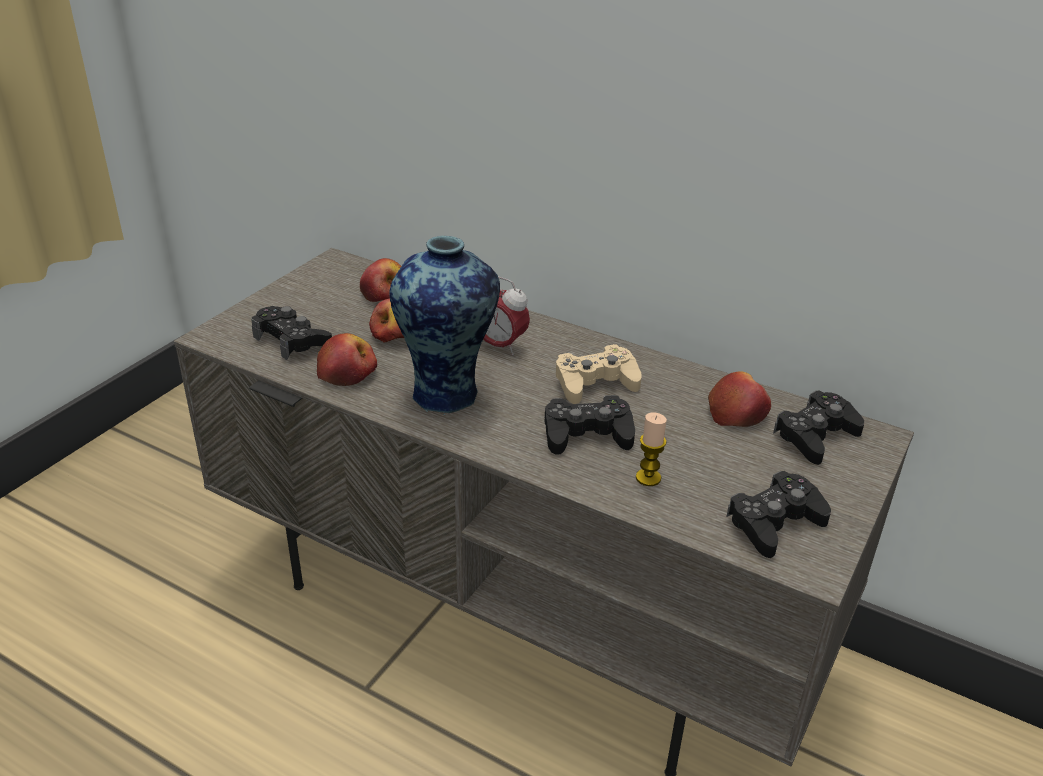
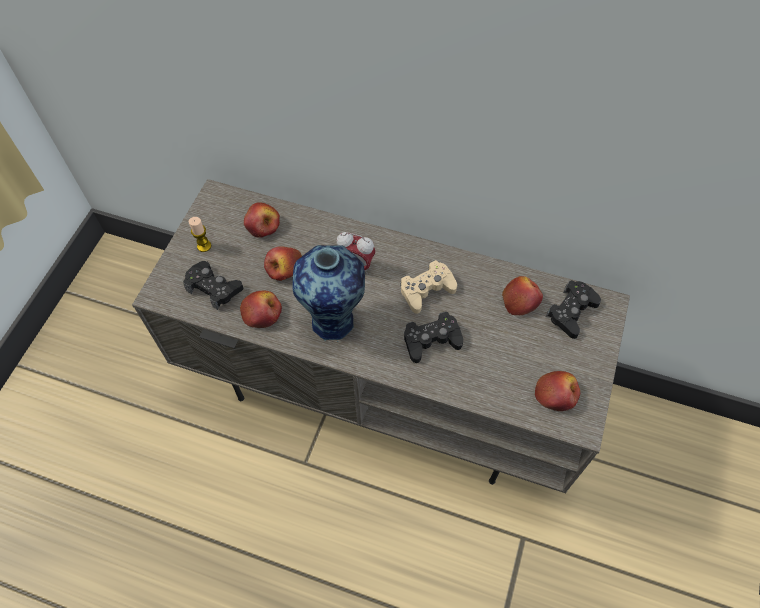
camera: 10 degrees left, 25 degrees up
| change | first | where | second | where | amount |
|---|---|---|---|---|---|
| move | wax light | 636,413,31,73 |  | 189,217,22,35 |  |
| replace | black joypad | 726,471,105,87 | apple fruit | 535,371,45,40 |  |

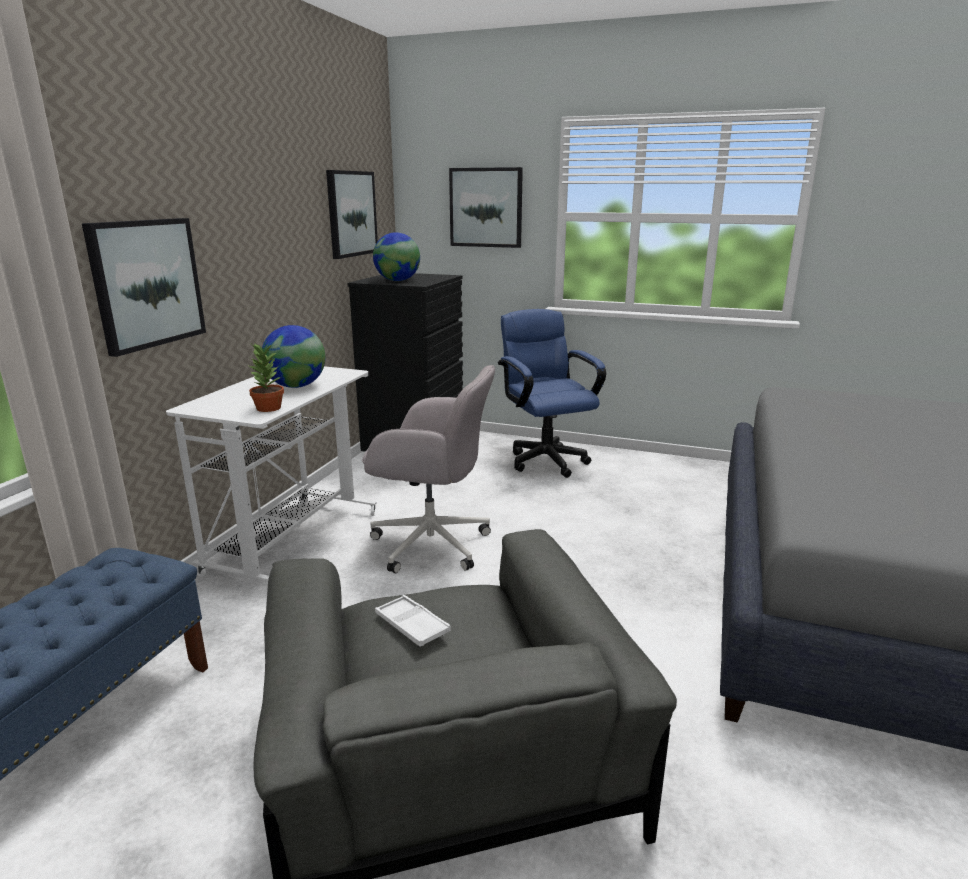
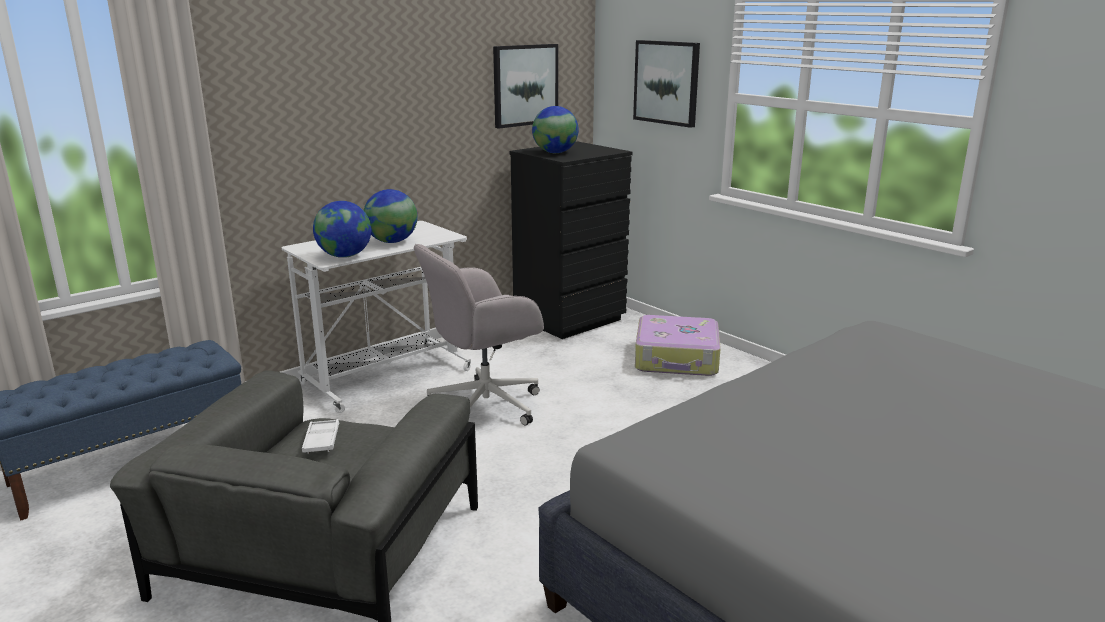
camera: 30 degrees right, 0 degrees up
| change | first | where | second | where | amount |
|---|---|---|---|---|---|
| delete | picture | 82,218,124,139 |  |  |  |
| replace | blue office chair | 498,309,108,169 | suitcase | 635,315,86,61 |  |
| replace | houseplant | 249,344,35,68 | world globe | 313,201,58,57 |  |
| rotate | greyish office chair | 362,365,133,208 |  | 414,244,130,181 | 105 degrees clockwise |

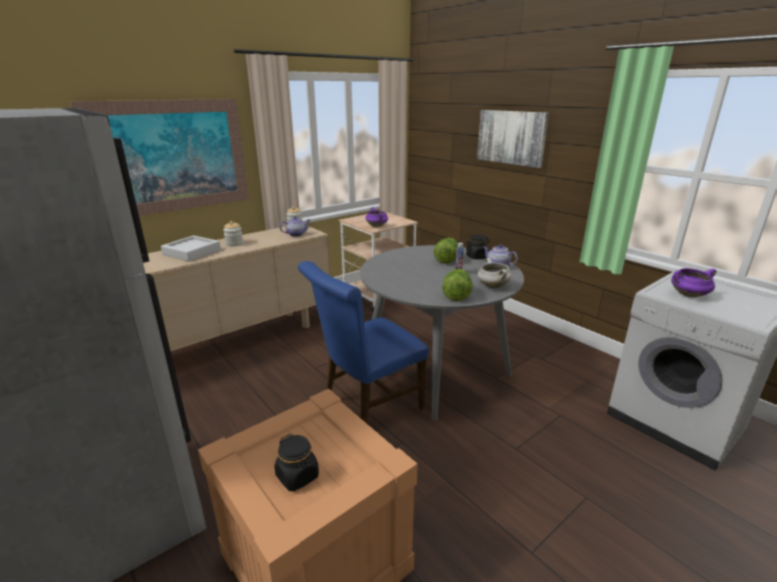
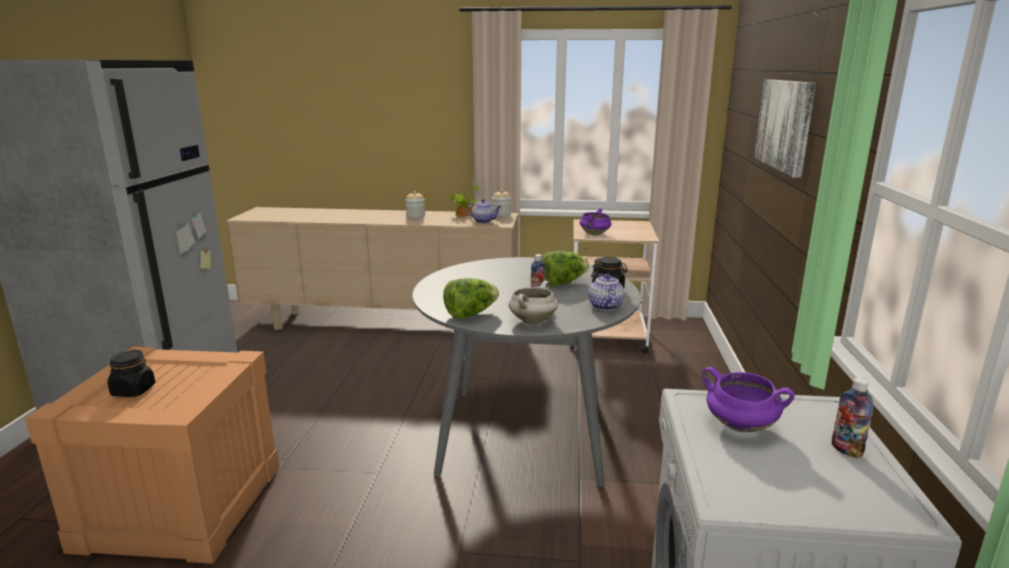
camera: 45 degrees right, 5 degrees down
| change | first | where | second | where | amount |
|---|---|---|---|---|---|
| delete | picture | 70,99,179,117 |  |  |  |
| delete | greyish serving tray | 161,235,60,26 |  |  |  |
| delete | blue plain chair | 298,261,131,162 |  |  |  |
| insert |  |  | houseplant | 446,178,35,39 |  |
| insert |  |  | drink bottle | 832,378,41,80 |  |

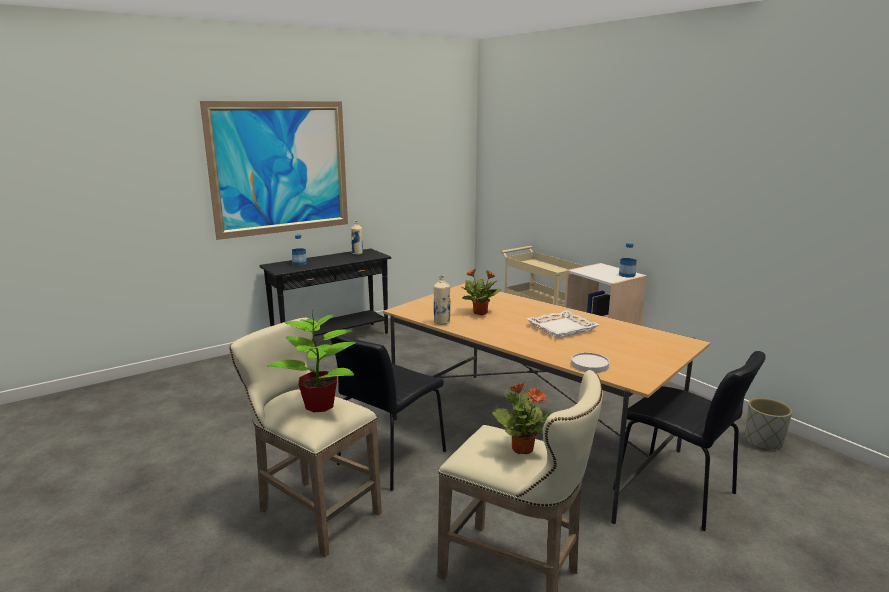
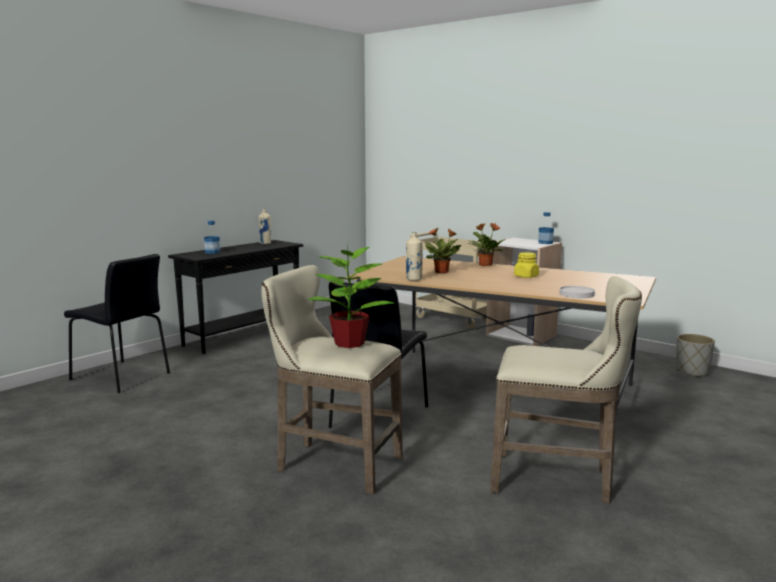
camera: 15 degrees left, 5 degrees down
| change | first | where | second | where | amount |
|---|---|---|---|---|---|
| delete | picture | 200,101,148,139 |  |  |  |
| replace | whitish serving tray | 527,310,72,28 | yellow-coloured jar | 514,252,25,26 |  |
| move | black plain chair | 613,351,153,180 |  | 64,254,106,139 |  |
| move | houseplant | 492,382,59,72 |  | 469,223,37,43 |  |

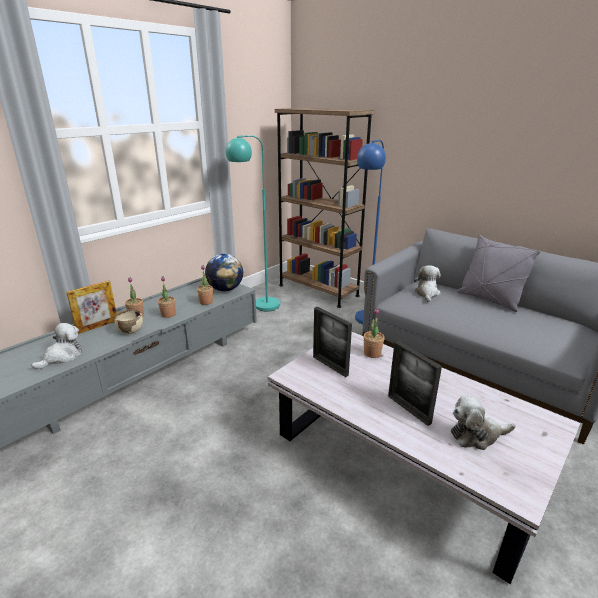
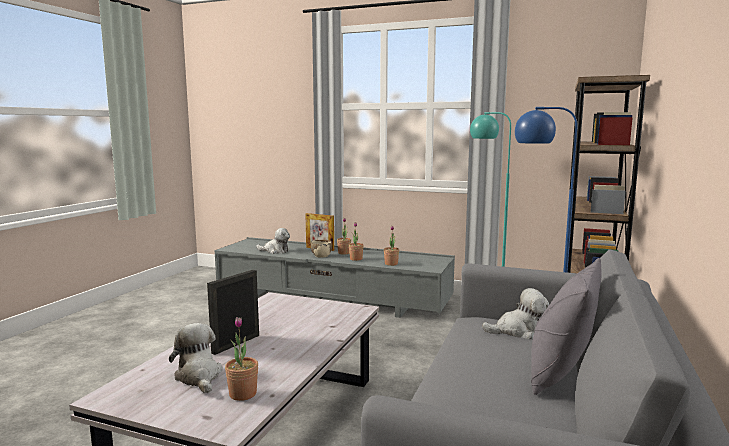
camera: 70 degrees right, 15 degrees down
| change | first | where | second | where | amount |
|---|---|---|---|---|---|
| delete | world globe | 205,254,38,37 |  |  |  |
| delete | picture frame | 313,306,39,71 |  |  |  |
| move | houseplant | 364,308,20,50 |  | 225,317,33,84 |  |

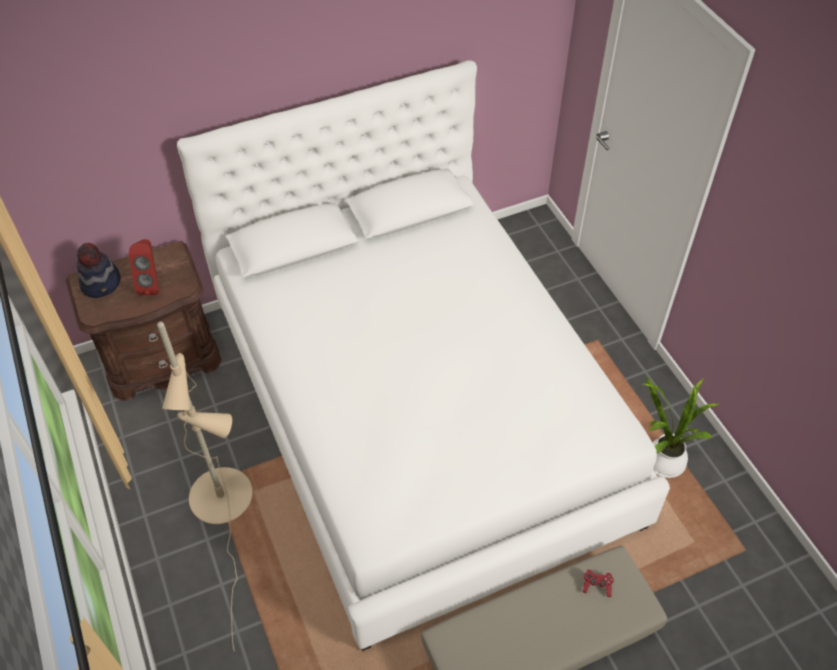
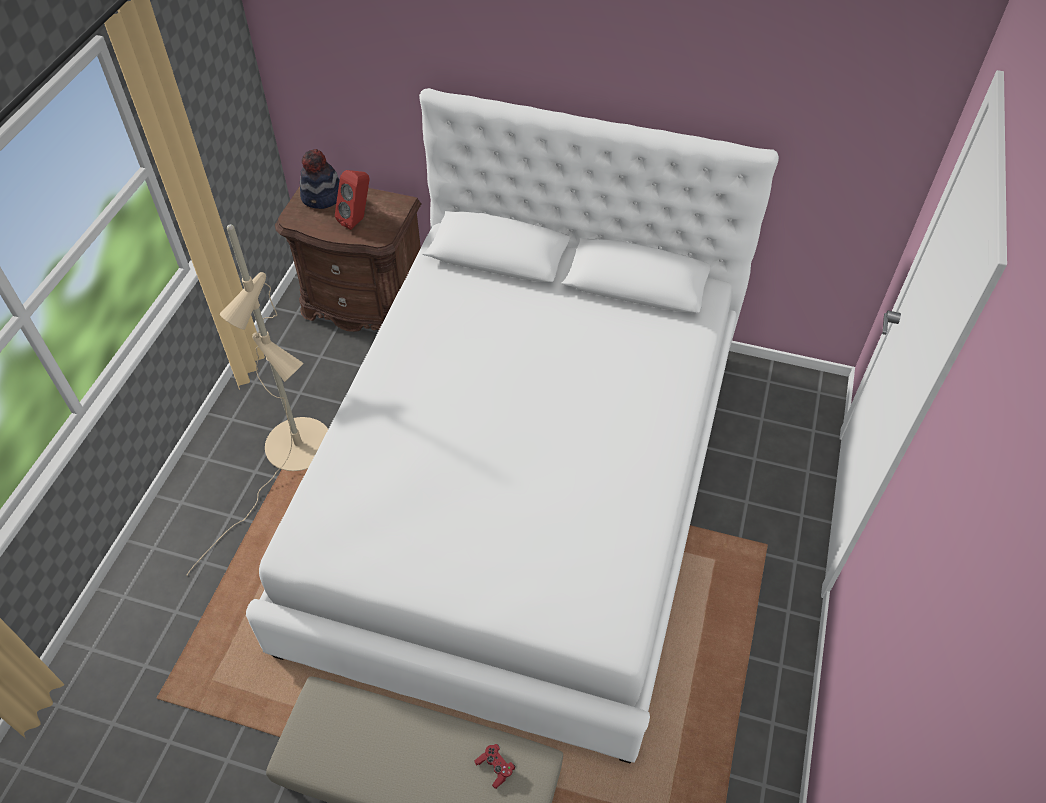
camera: 40 degrees right, 0 degrees up
| change | first | where | second | where | amount |
|---|---|---|---|---|---|
| delete | houseplant | 643,376,76,102 |  |  |  |

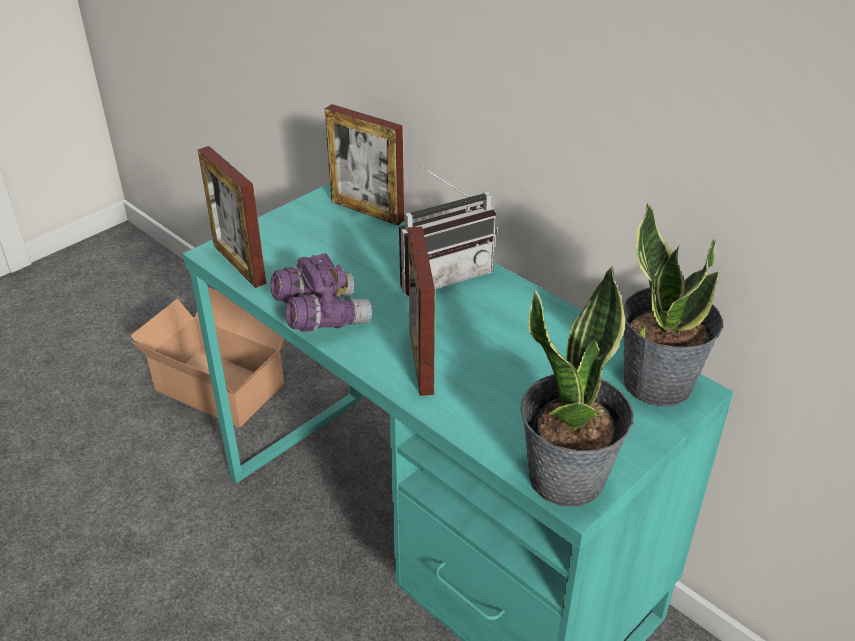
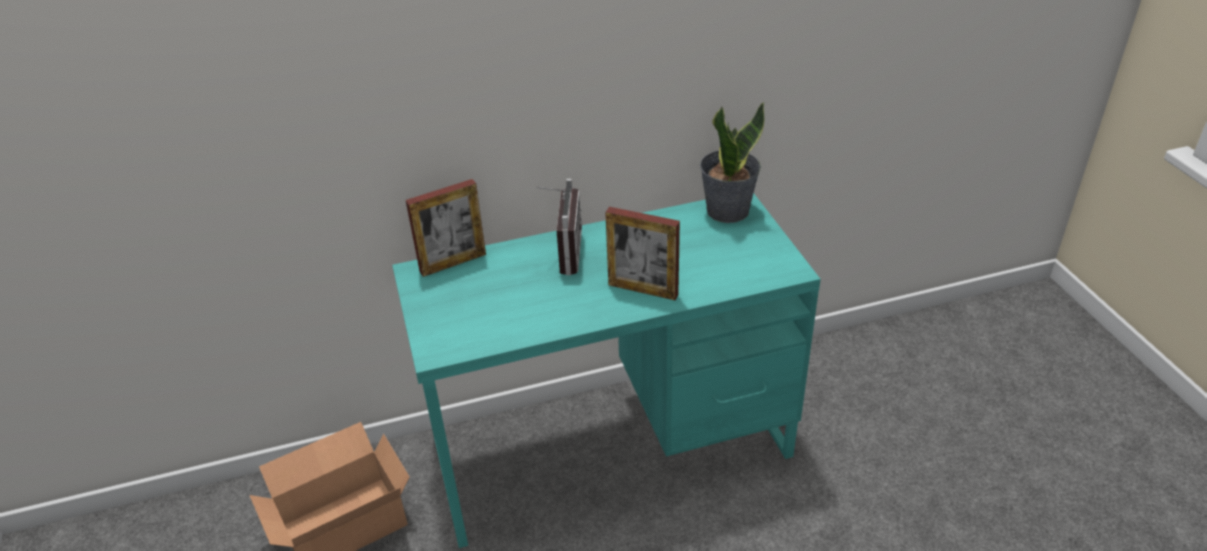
camera: 60 degrees left, 0 degrees up
| change | first | where | second | where | amount |
|---|---|---|---|---|---|
| delete | picture frame | 198,146,68,142 |  |  |  |
| delete | purple-coloured pair of binoculars | 270,253,102,79 |  |  |  |
| delete | houseplant | 520,266,114,241 |  |  |  |

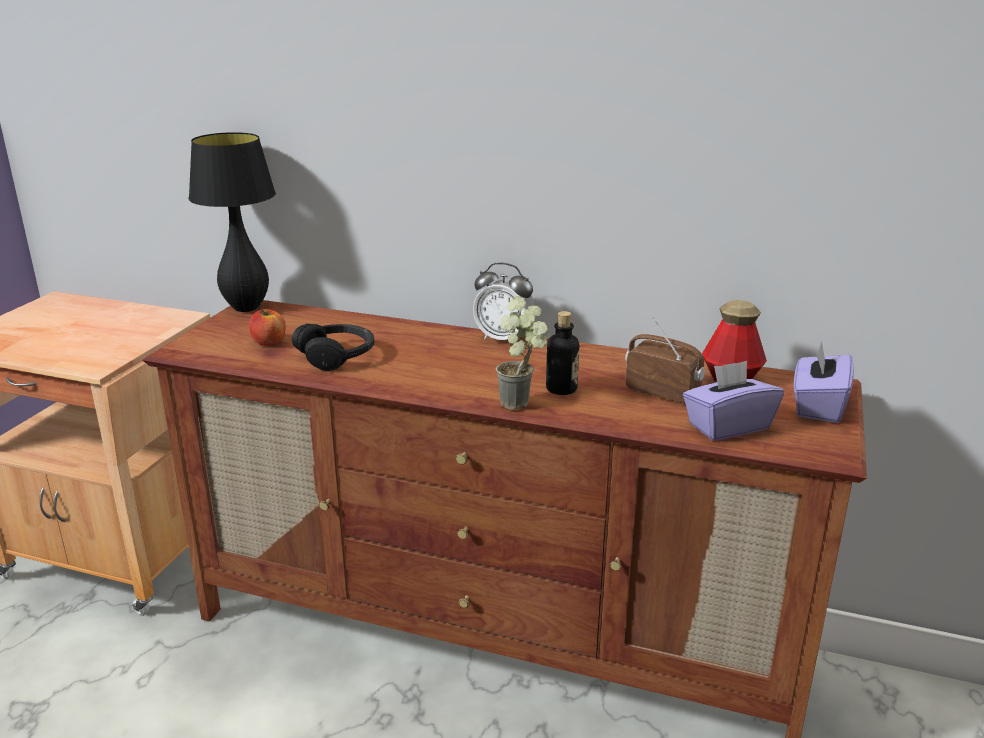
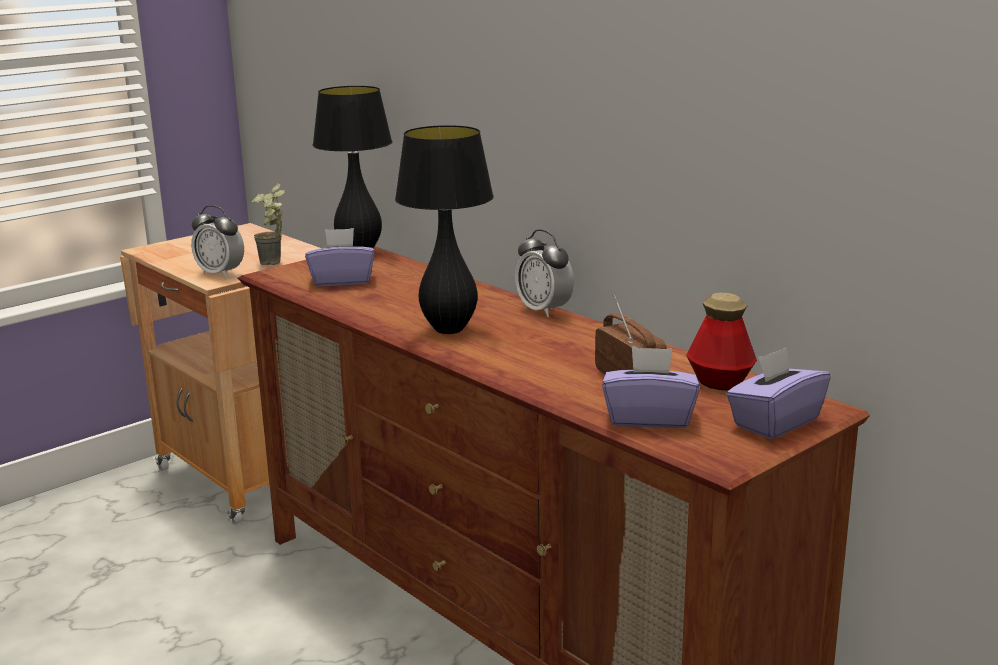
camera: 30 degrees right, 5 degrees down
| change | first | where | second | where | amount |
|---|---|---|---|---|---|
| move | houseplant | 496,296,52,114 |  | 252,183,33,82 |  |
| replace | apple fruit | 249,308,36,38 | purple-coloured tissue box | 305,228,69,58 |  |
| delete | drink bottle | 546,311,33,84 |  |  |  |
| delete | black headphones | 292,323,82,48 |  |  |  |
| insert |  |  | black table lamp | 395,125,99,209 |  |
| insert |  |  | bedside clock | 191,205,53,73 |  |

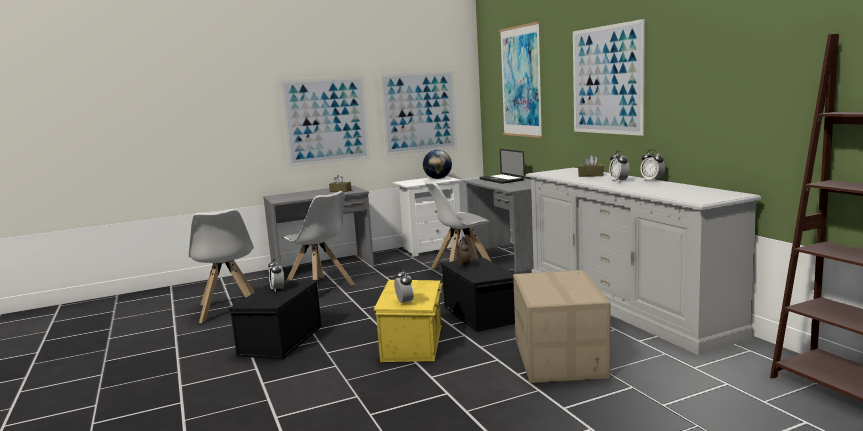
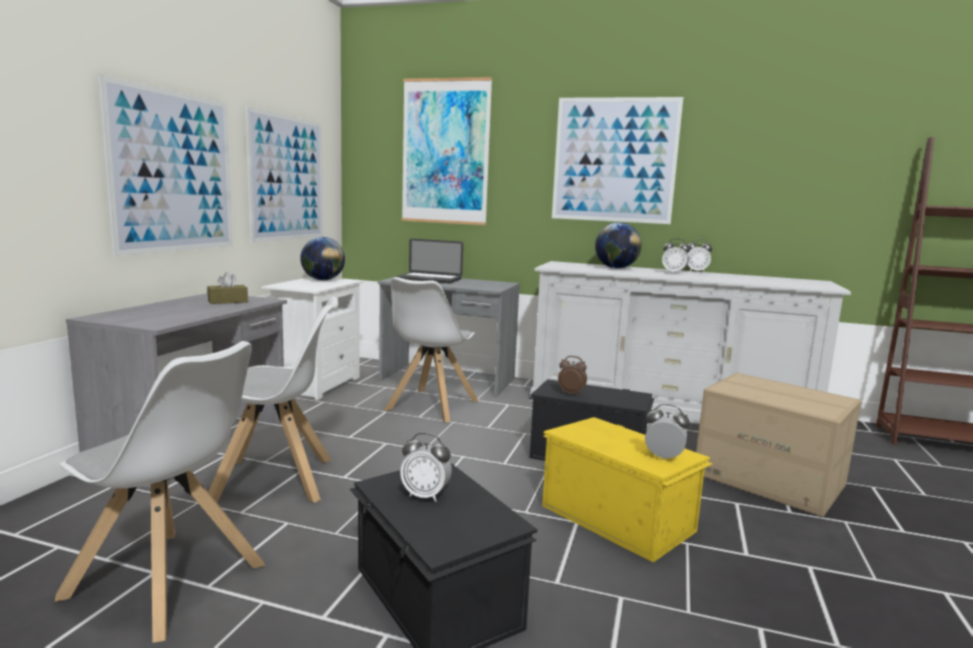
camera: 50 degrees left, 0 degrees up
| change | first | where | second | where | amount |
|---|---|---|---|---|---|
| replace | brown tissue box | 578,155,26,22 | world globe | 595,222,47,46 |  |

